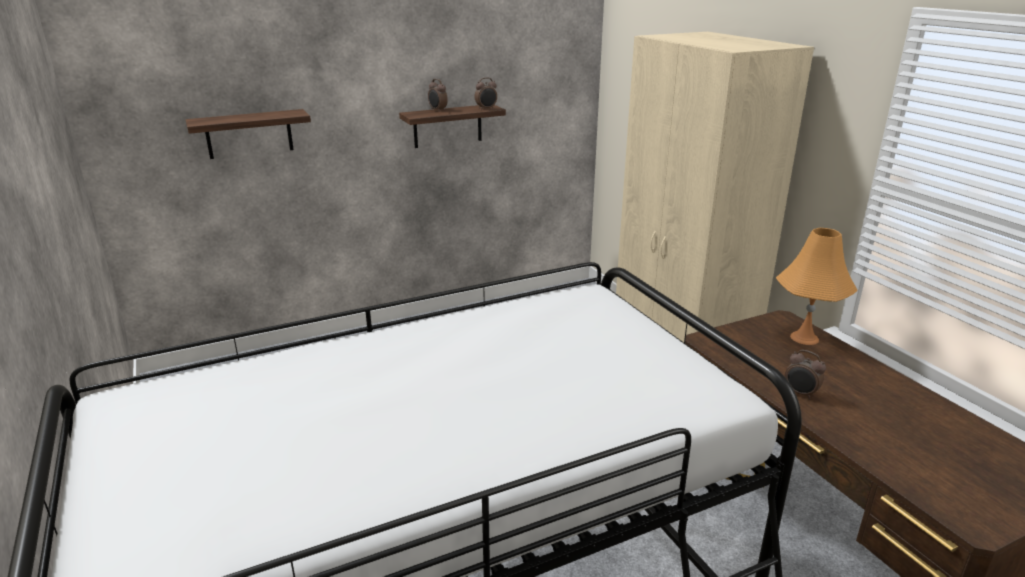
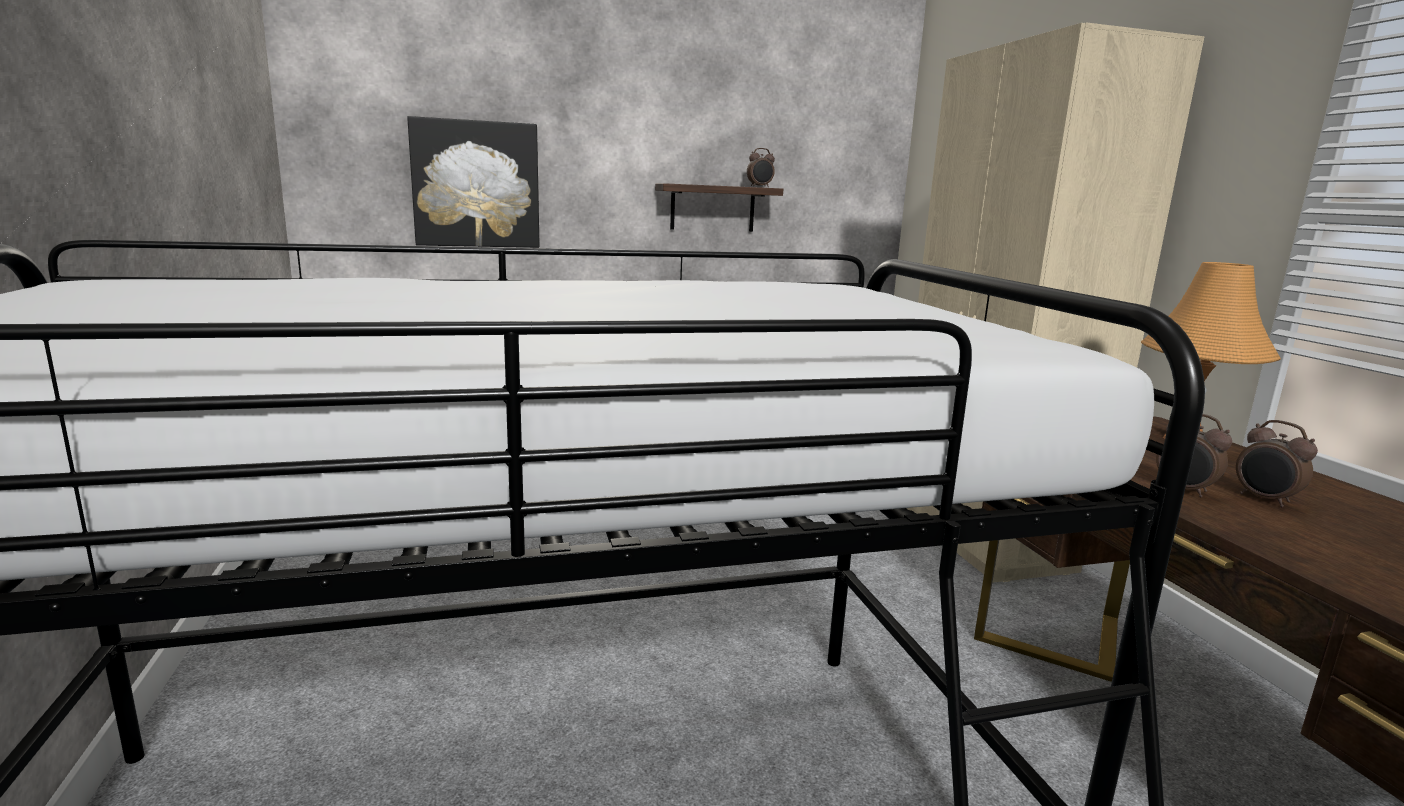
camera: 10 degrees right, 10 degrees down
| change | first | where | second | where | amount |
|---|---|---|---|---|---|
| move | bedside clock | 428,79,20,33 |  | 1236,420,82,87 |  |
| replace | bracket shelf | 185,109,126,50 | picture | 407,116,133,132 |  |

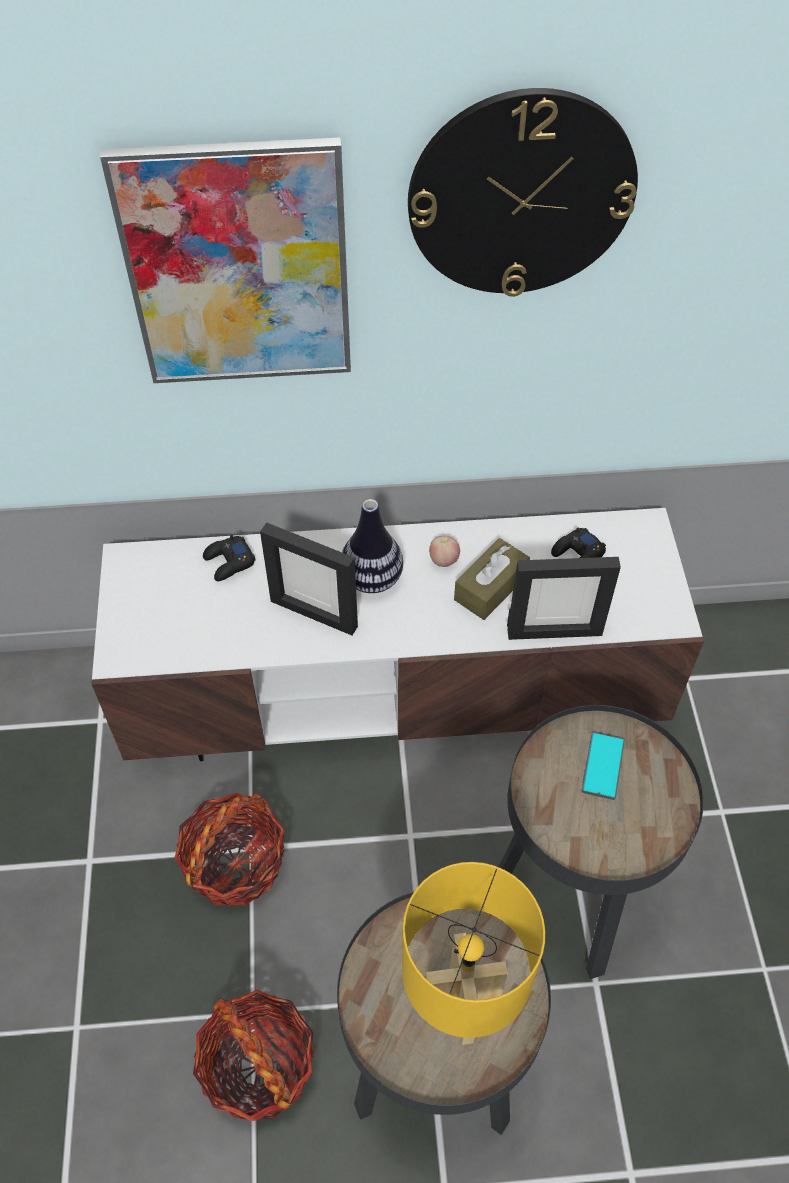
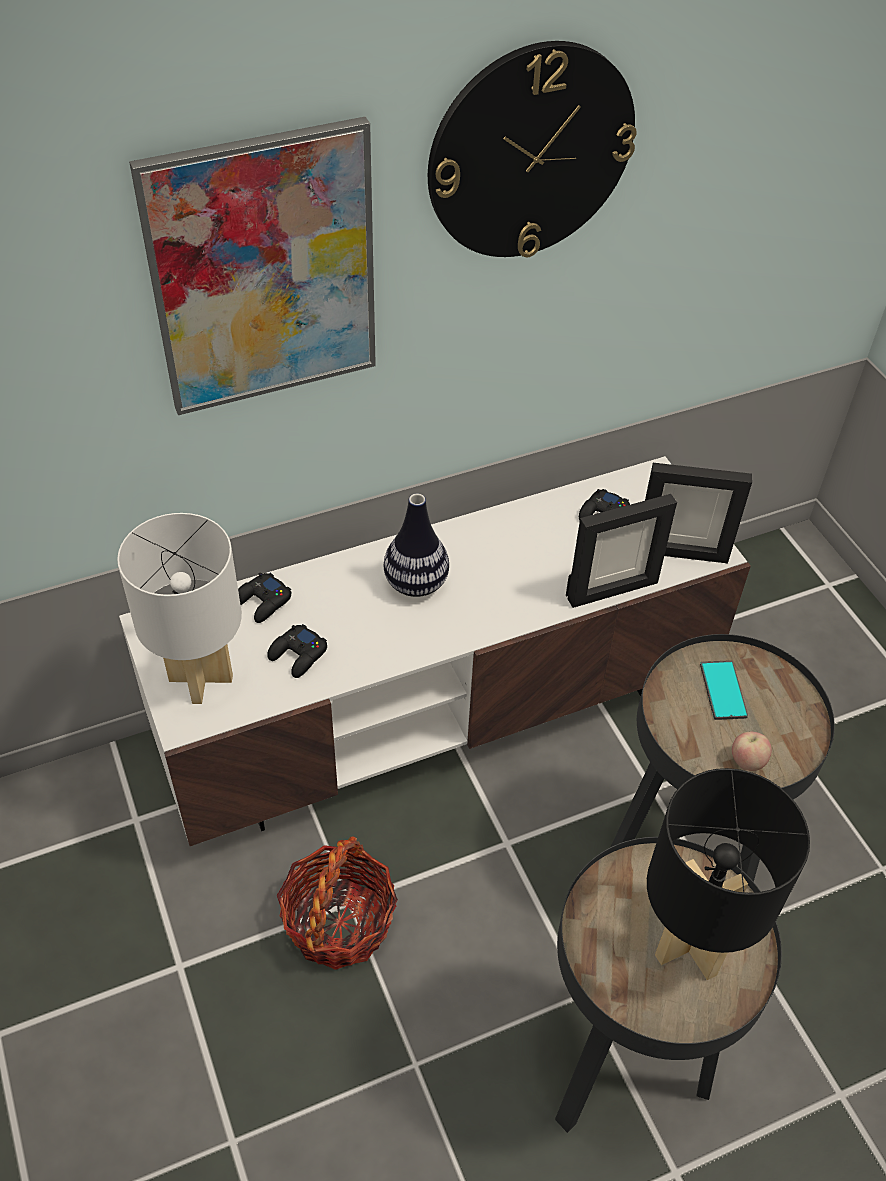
camera: 20 degrees left, 5 degrees down
| change | first | where | second | where | amount |
|---|---|---|---|---|---|
| move | picture frame | 260,523,98,112 |  | 645,463,107,100 |  |
| move | apple fruit | 429,536,31,31 |  | 732,732,40,39 |  |
| delete | brown tissue box | 454,538,76,82 |  |  |  |
| recolor | yellow-coloured table lamp | 402,862,143,183 | black table lamp | 647,768,163,212 |  |
| delete | basket | 193,990,122,131 |  |  |  |
| insert |  |  | whitish table lamp | 117,513,125,191 |  |
| insert |  |  | black joypad | 267,624,60,54 |  |

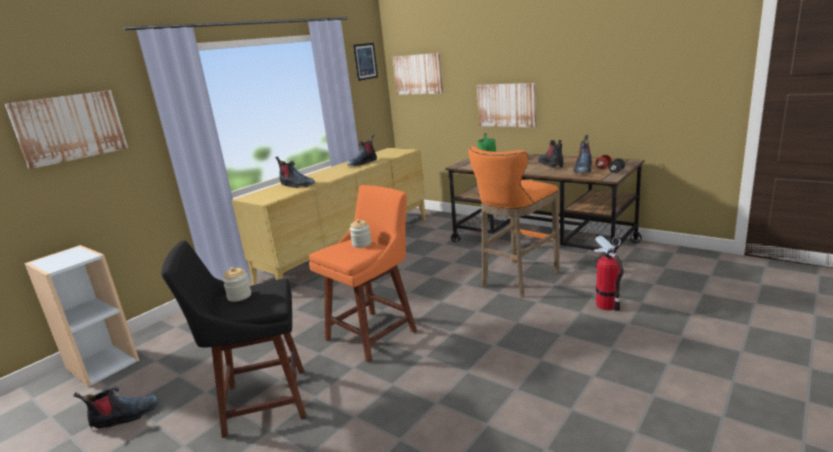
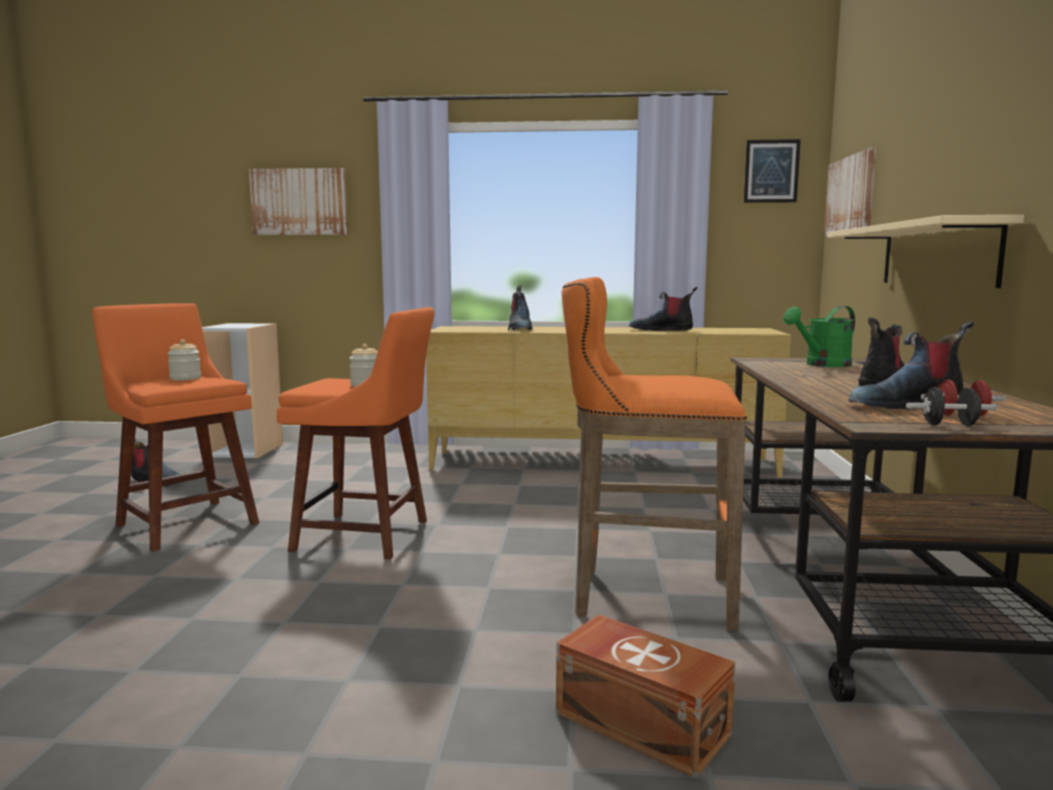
camera: 55 degrees right, 10 degrees down
| change | first | where | second | where | amount |
|---|---|---|---|---|---|
| replace | picture | 477,83,59,44 | beige-coloured bracket shelf | 827,215,197,73 |  |
| replace | fire extinguisher | 594,236,29,75 | brown storage box | 556,615,180,163 |  |
| recolor | black stool seat | 161,240,145,198 | orange stool seat | 92,303,167,248 |  |

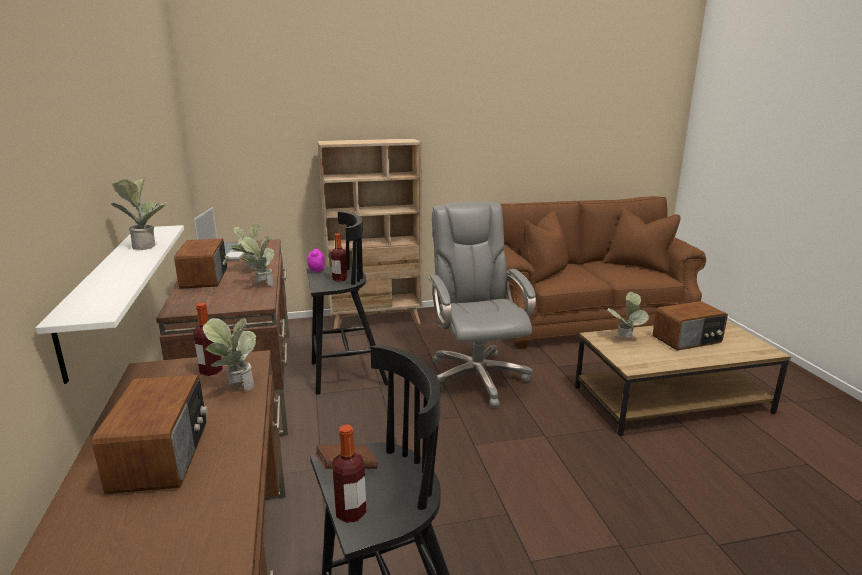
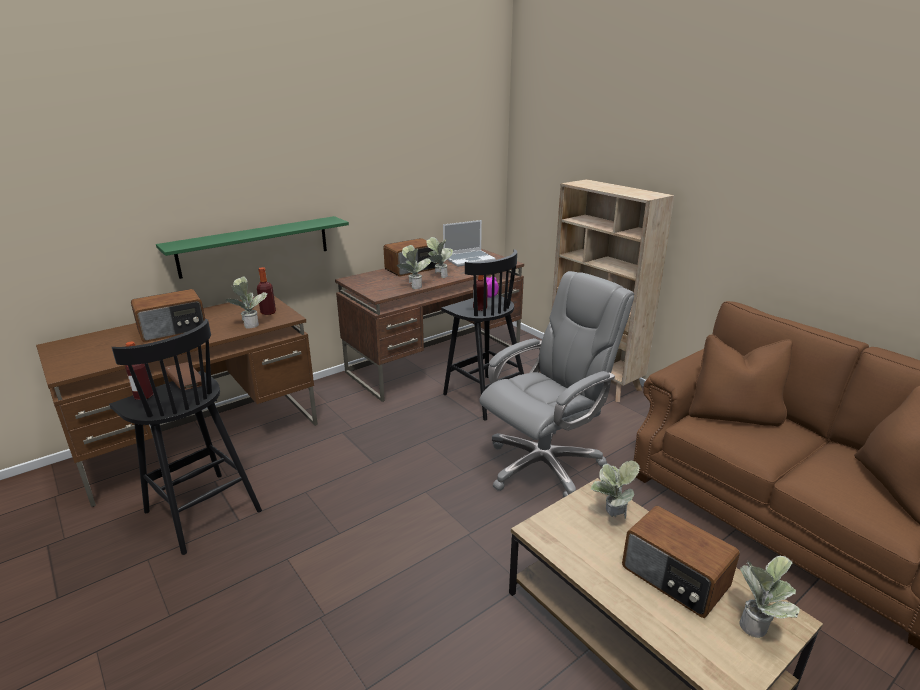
camera: 65 degrees right, 5 degrees up
| change | first | where | second | where | amount |
|---|---|---|---|---|---|
| move | houseplant | 111,177,56,73 |  | 739,556,61,82 |  |
| recolor | whitish bracket shelf | 35,225,149,159 | green-coloured bracket shelf | 156,216,193,63 |  |

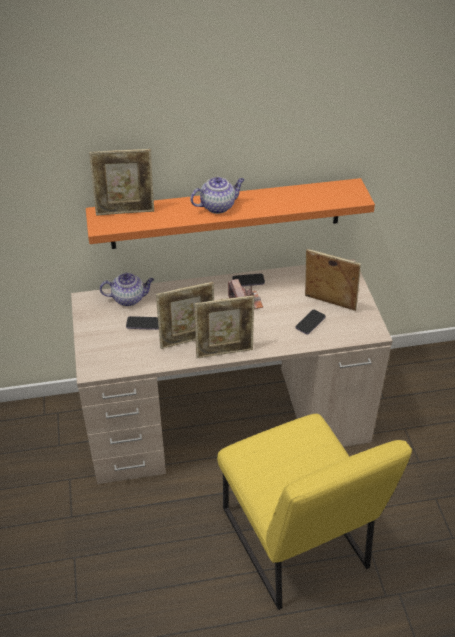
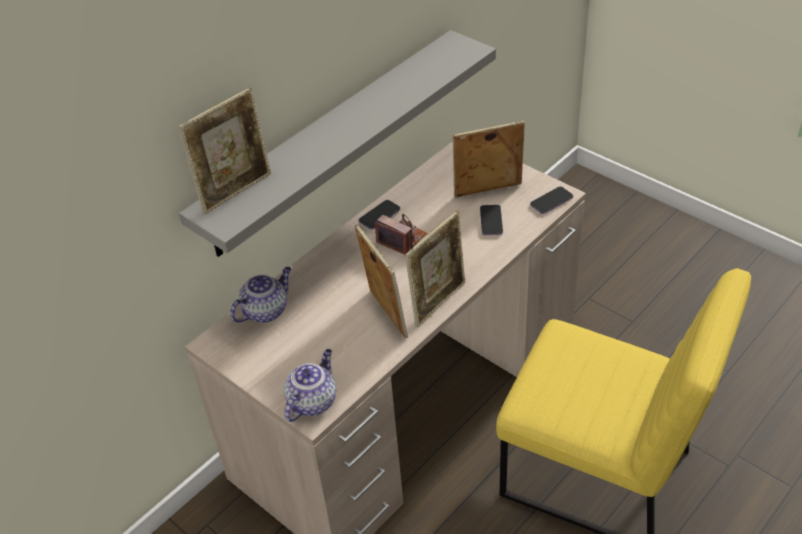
camera: 35 degrees left, 0 degrees up
| change | first | where | second | where | amount |
|---|---|---|---|---|---|
| move | teapot | 190,177,55,37 |  | 284,349,52,73 |  |
| recolor | orange bracket shelf | 86,178,289,71 | greyish bracket shelf | 179,30,317,227 |  |
| rotate | picture frame | 156,282,58,67 |  | 355,225,53,114 | 60 degrees counterclockwise |
| move | phone | 126,316,33,14 |  | 530,187,43,27 |  |

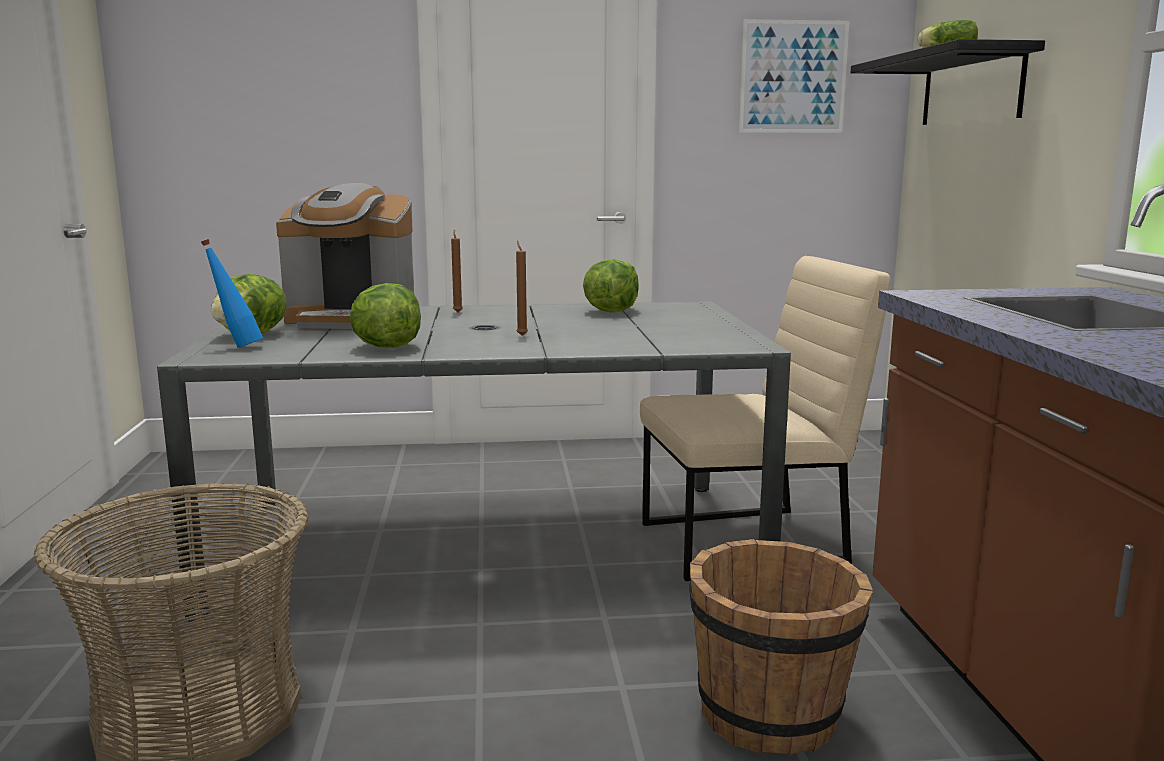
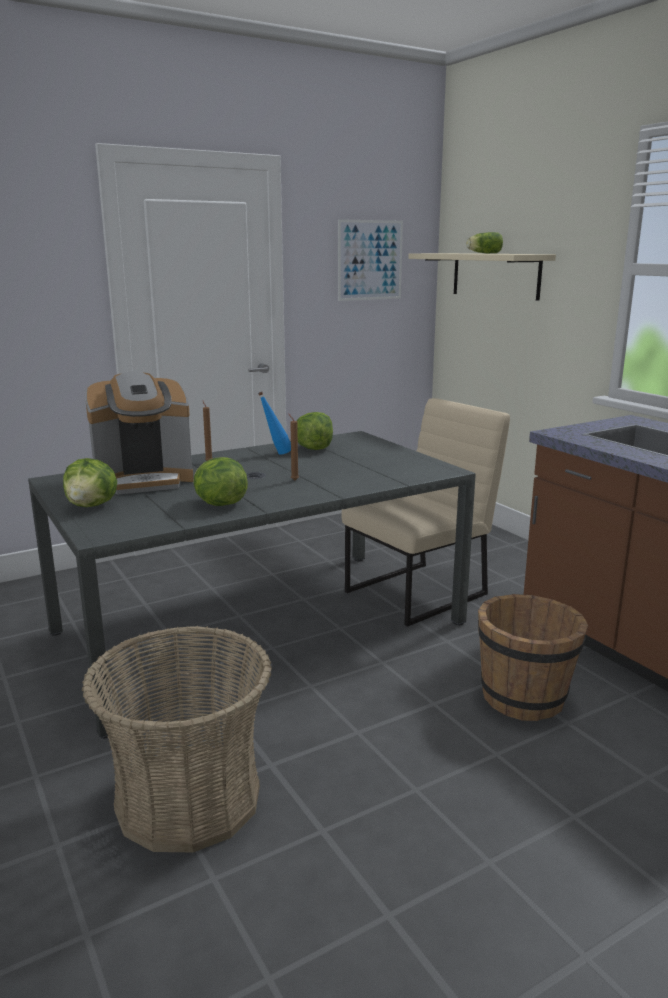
camera: 25 degrees left, 5 degrees up
| change | first | where | second | where | amount |
|---|---|---|---|---|---|
| recolor | black bracket shelf | 851,39,194,86 | beige-coloured bracket shelf | 408,253,148,48 |  |
| move | blue drink bottle | 201,239,62,109 |  | 258,391,33,64 |  |

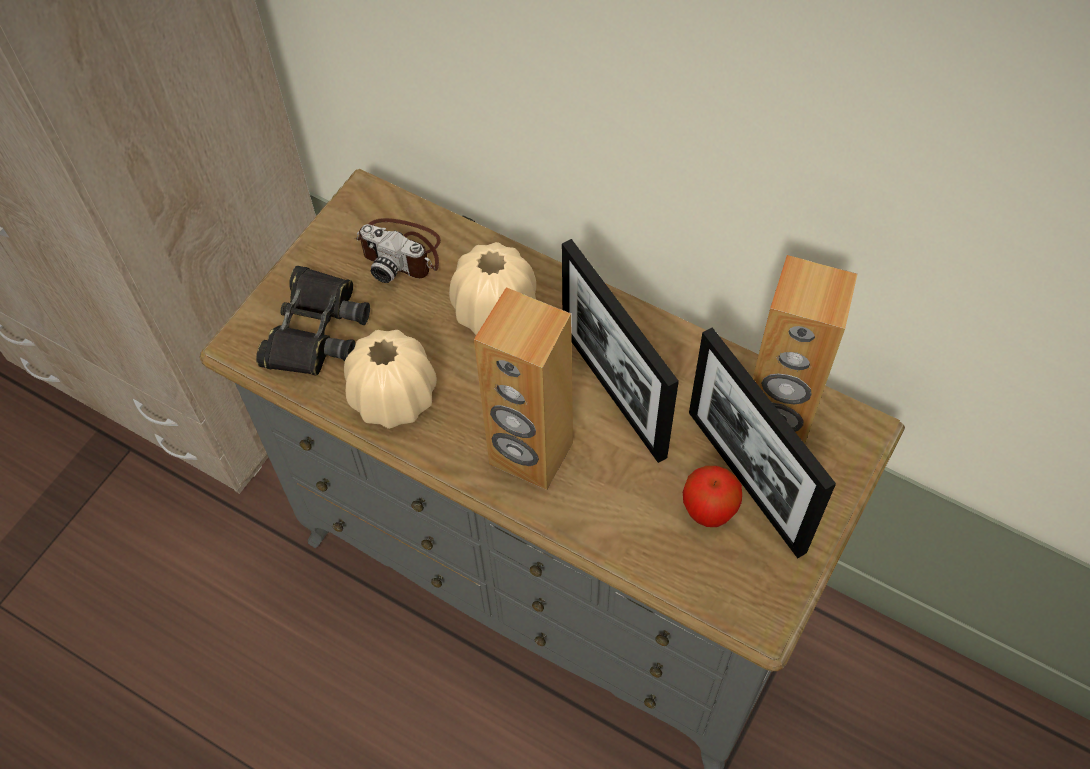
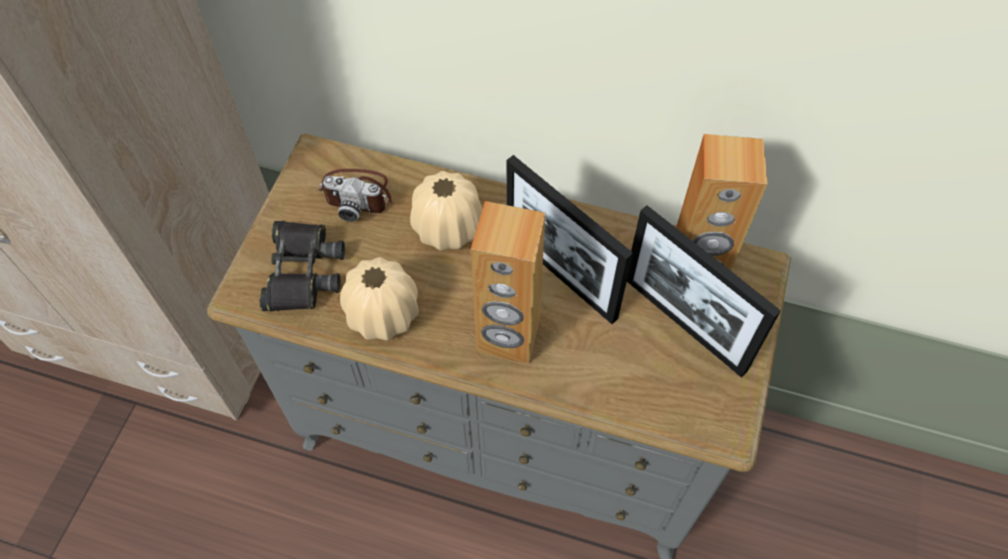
camera: 15 degrees left, 0 degrees up
| change | first | where | second | where | amount |
|---|---|---|---|---|---|
| delete | apple fruit | 683,466,59,61 |  |  |  |

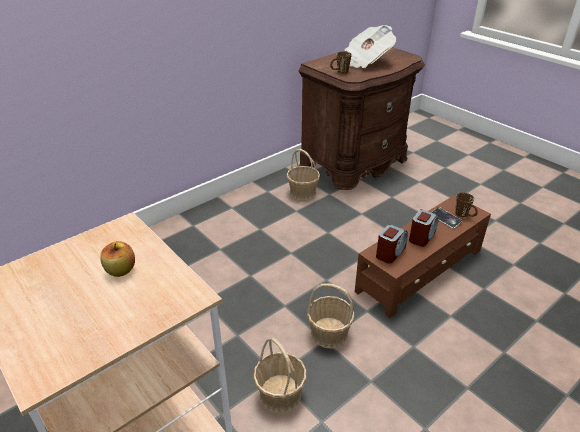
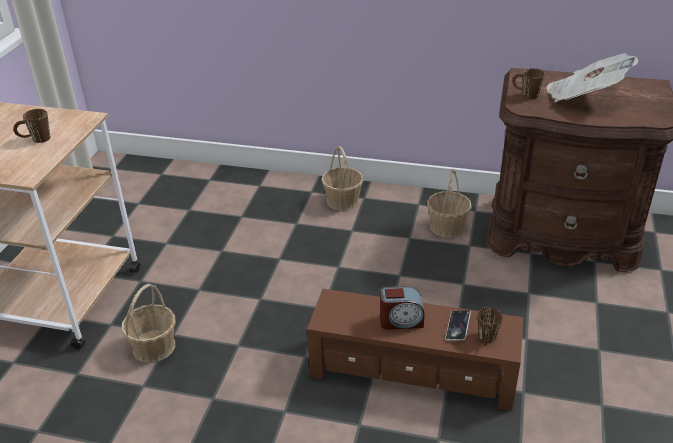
camera: 55 degrees right, 0 degrees up
| change | first | where | second | where | amount |
|---|---|---|---|---|---|
| delete | bedside clock | 376,224,32,40 |  |  |  |
| replace | apple fruit | 100,241,35,36 | brown coffee mug | 13,109,37,34 |  |
| move | basket | 307,283,47,66 |  | 321,146,43,65 |  |

